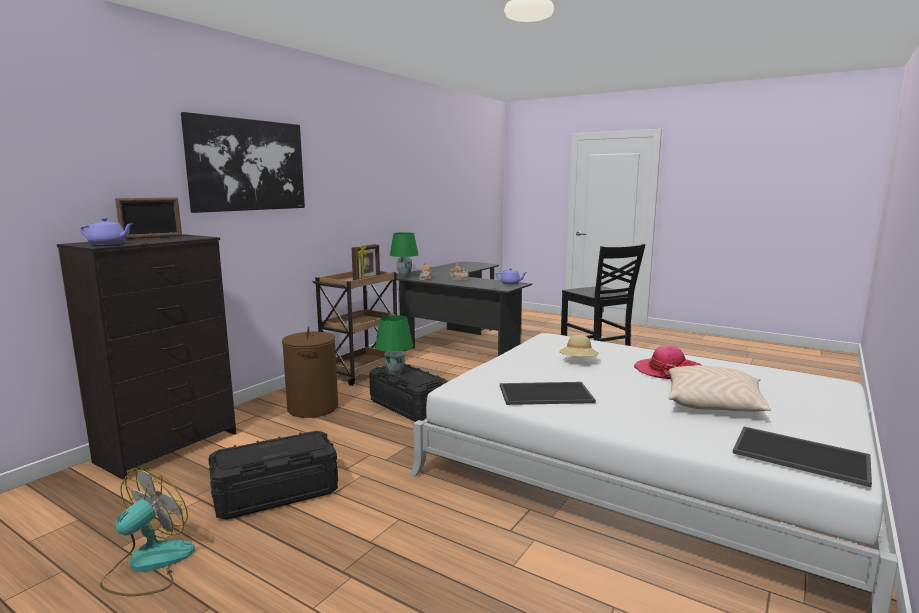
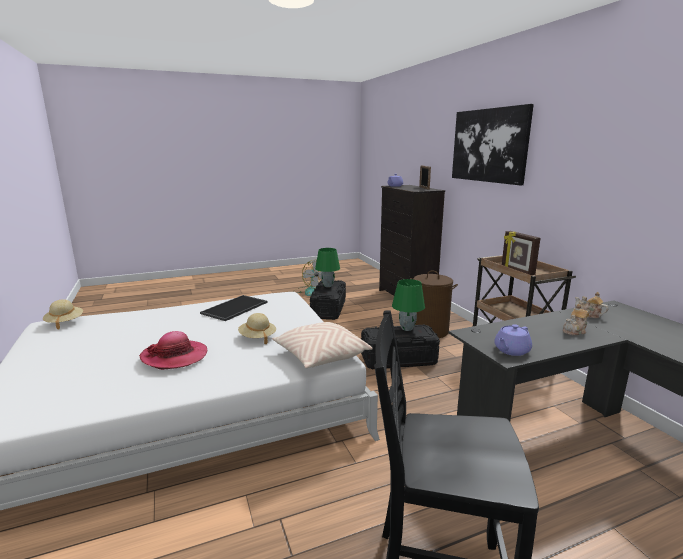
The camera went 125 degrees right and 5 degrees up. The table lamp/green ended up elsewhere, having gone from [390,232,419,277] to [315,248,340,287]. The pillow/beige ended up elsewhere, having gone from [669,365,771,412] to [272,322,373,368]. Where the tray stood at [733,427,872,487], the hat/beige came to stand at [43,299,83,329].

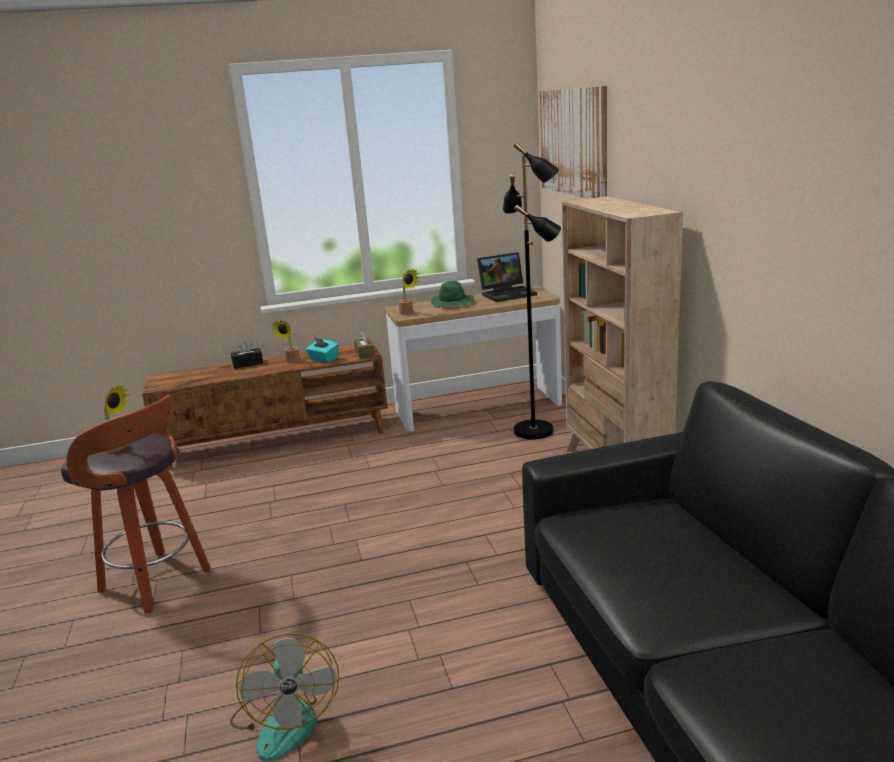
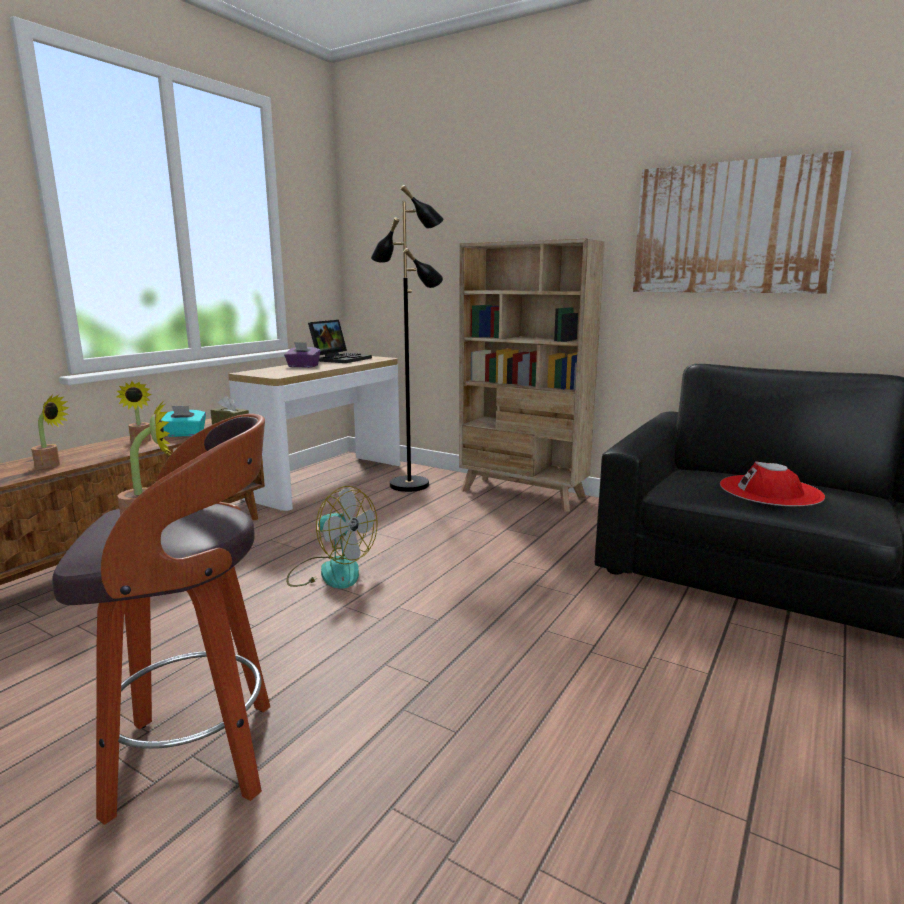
The camera went 45 degrees left and 5 degrees down. The second view lost the tissue box/black at [231,341,263,369]. The second view gained the hat/red at [720,461,825,506]. The fan ended up elsewhere, having gone from [230,633,339,761] to [286,486,377,589]. The potted plant ended up elsewhere, having gone from [398,269,420,315] to [31,395,70,469]. The picture ended up elsewhere, having gone from [539,86,607,198] to [633,150,852,294]. Where the hat/green stood at [431,281,474,308], the tissue box/purple came to stand at [284,342,320,368].

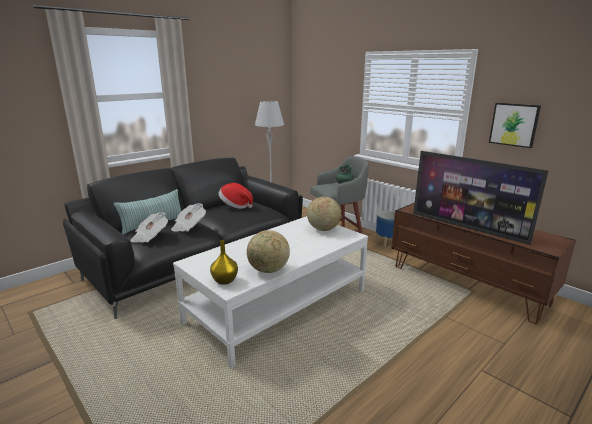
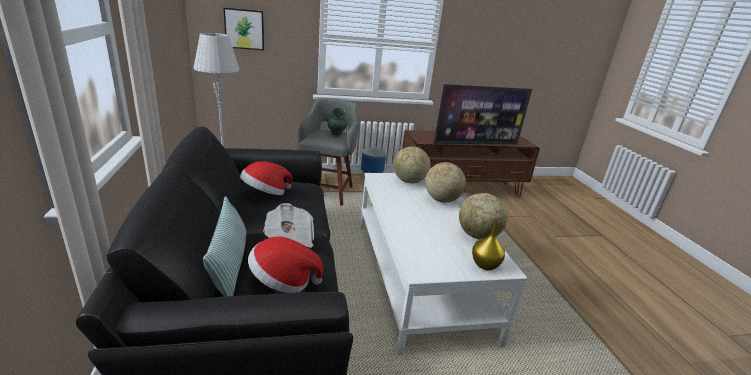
The camera went 60 degrees left and 5 degrees up. The second view gained the globe at [425,162,466,203]. The picture ended up elsewhere, having gone from [489,103,541,148] to [223,8,264,50]. Where the newspaper stood at [130,212,168,243], the hat came to stand at [248,236,323,293].

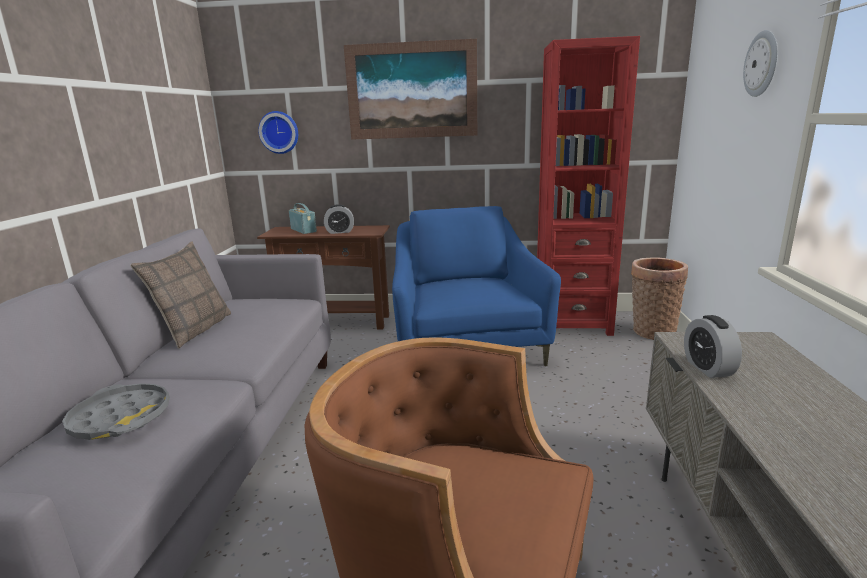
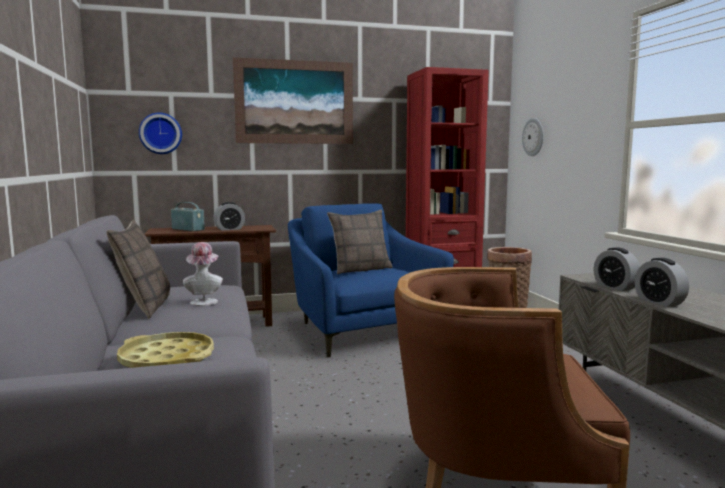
The camera went 20 degrees left and 10 degrees down. The second view gained the hat at [183,242,223,306]. The second view gained the pillow at [327,210,393,274]. The second view gained the alarm clock at [635,258,689,307]. The wall clock ended up elsewhere, having gone from [743,30,778,97] to [522,118,544,156]. What was the tray/grey at [62,383,170,440] turned into the tray/yellow at [117,332,214,368].

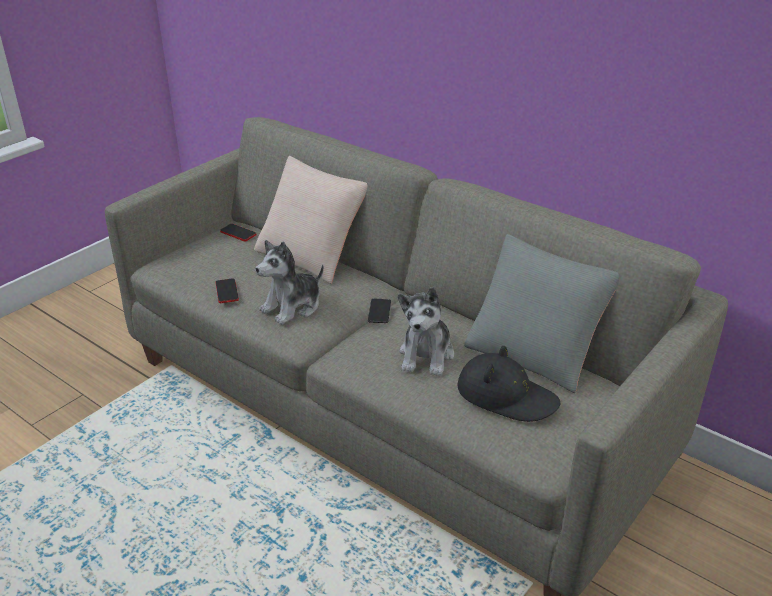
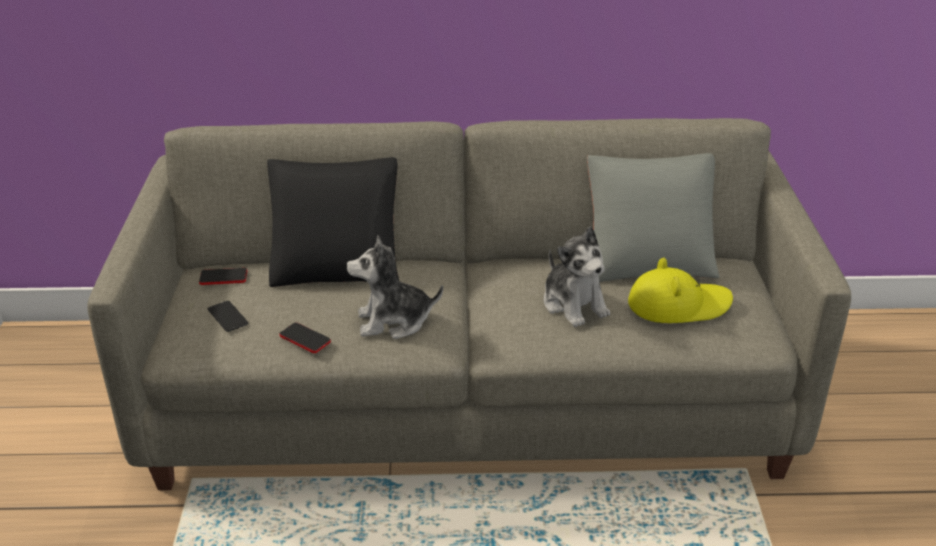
The camera went 40 degrees left and 0 degrees up. The phone ended up elsewhere, having gone from [368,299,391,323] to [208,301,248,332]. What was the pillow/beige at [254,156,368,284] turned into the pillow/black at [267,157,399,287]. What was the hat/black at [457,346,560,422] turned into the hat/yellow at [628,258,733,323]. The plush toy at [255,240,324,325] ended up facing another way, 75 degrees clockwise from before.

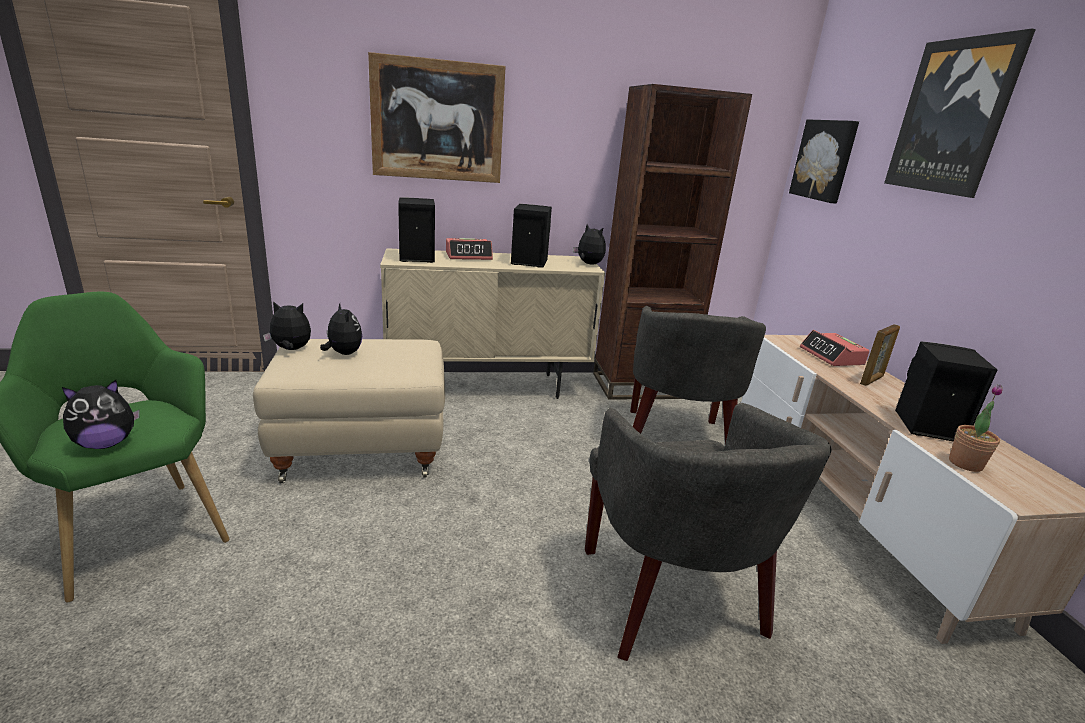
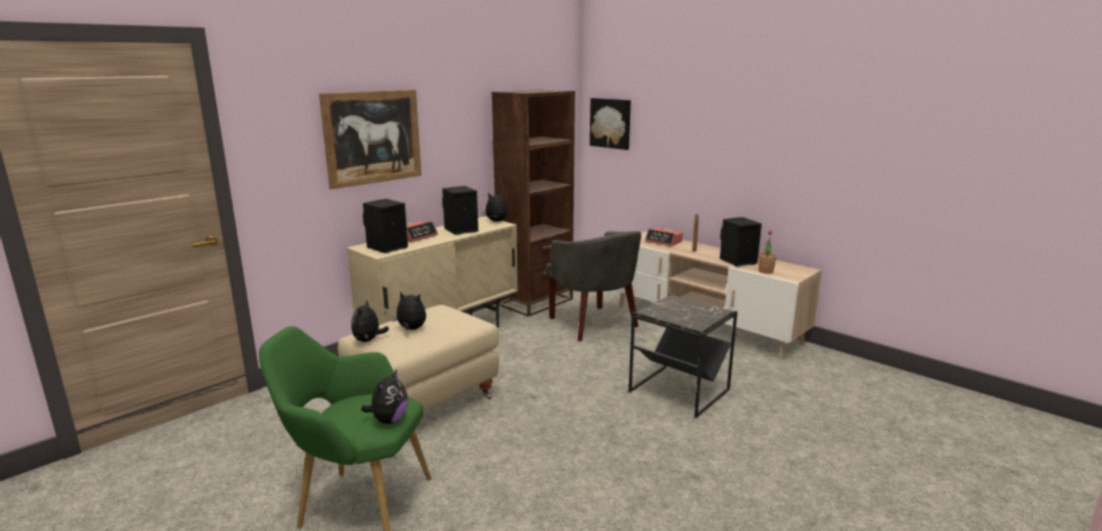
The camera went 35 degrees left and 5 degrees down. The second view lost the picture at [884,29,1036,198]. Where the armchair/grey stood at [585,403,831,661], the side table/black came to stand at [629,294,738,418]. The plush toy at [263,301,311,350] ended up facing another way, 45 degrees counterclockwise from before.

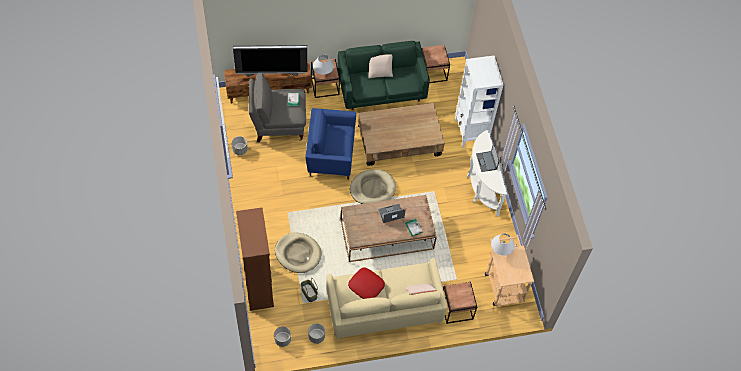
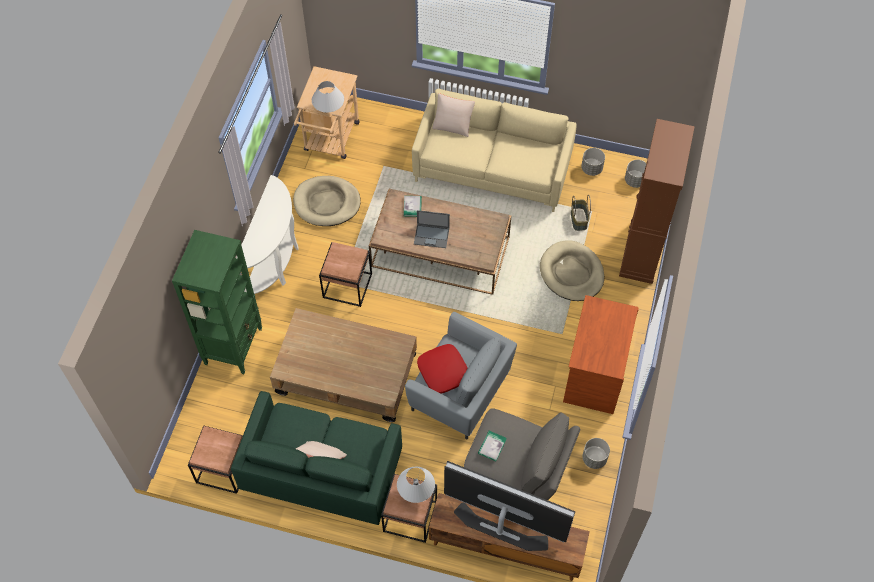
The camera went 150 degrees left and 0 degrees up. The second view lost the laptop at [476,142,500,172]. The second view gained the desk/brown at [563,295,639,414]. The pillow/red ended up elsewhere, having gone from [348,268,385,299] to [417,344,468,394]. The dog bed/beige ended up elsewhere, having gone from [350,169,396,204] to [293,176,361,226]. The side table/brown ended up elsewhere, having gone from [443,282,477,324] to [319,242,372,307]. What was the armchair/blue at [306,108,356,180] turned into the armchair/grey at [405,312,517,439]. What was the bookcase/white at [455,56,503,147] turned into the bookcase/green at [172,230,262,374].

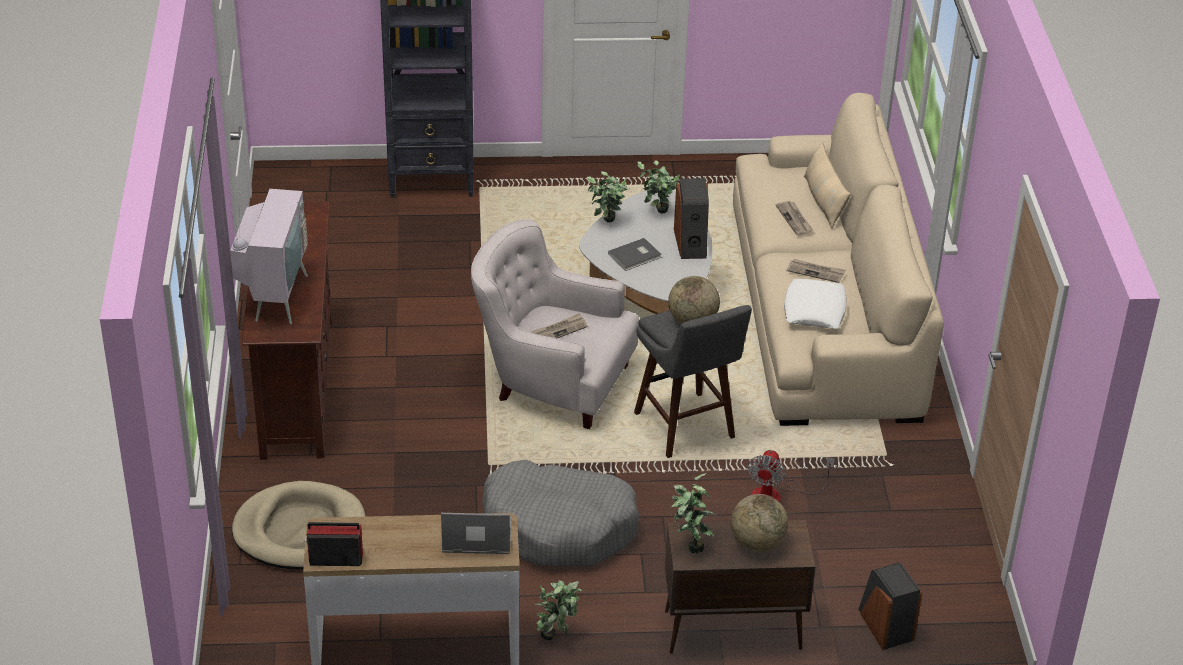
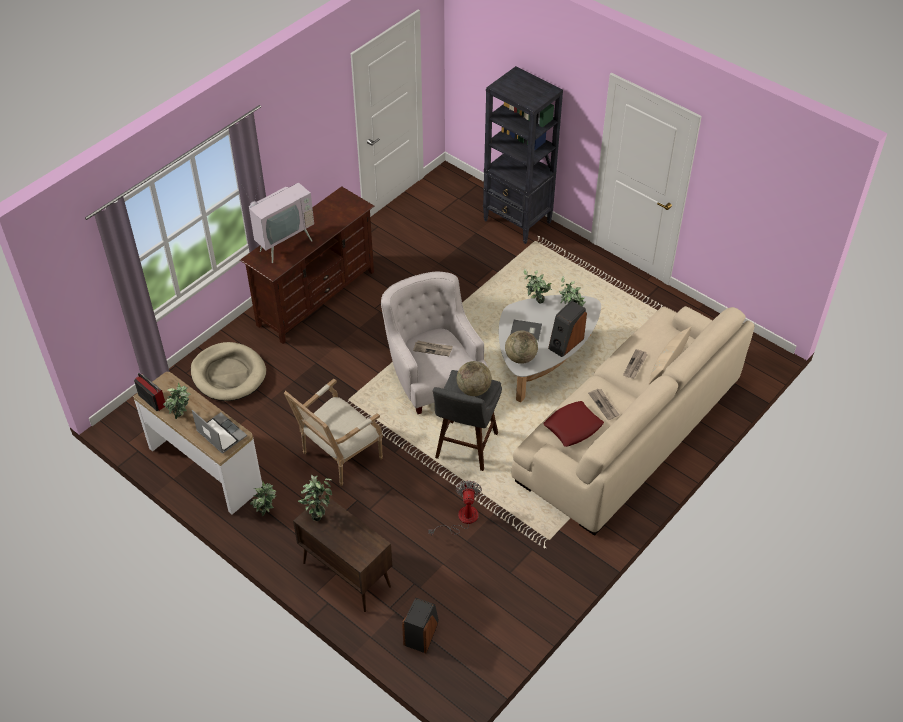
The camera went 45 degrees right and 10 degrees up. The second view gained the potted plant at [163,383,190,419]. The globe ended up elsewhere, having gone from [731,494,788,552] to [505,331,538,364]. Where the dog bed/grey stood at [482,460,640,566], the armchair came to stand at [284,379,383,486]. What was the pillow/white at [784,279,847,329] turned into the pillow/red at [543,401,604,447]. The fan at [747,450,835,502] ended up facing another way, 120 degrees clockwise from before.

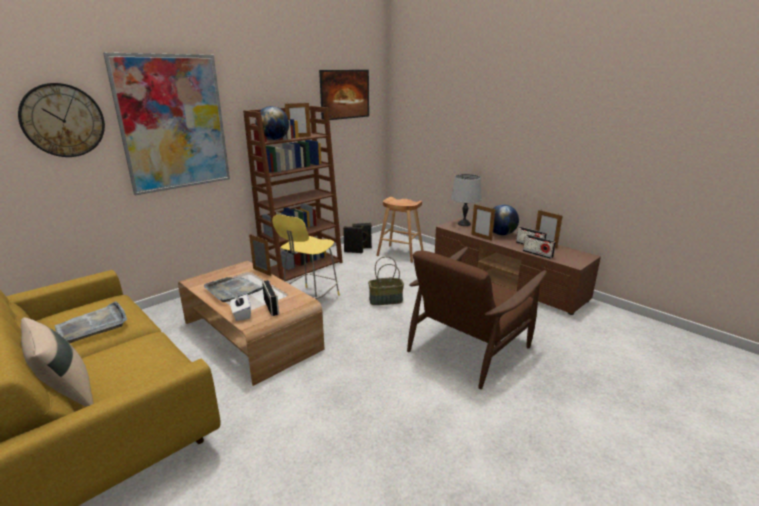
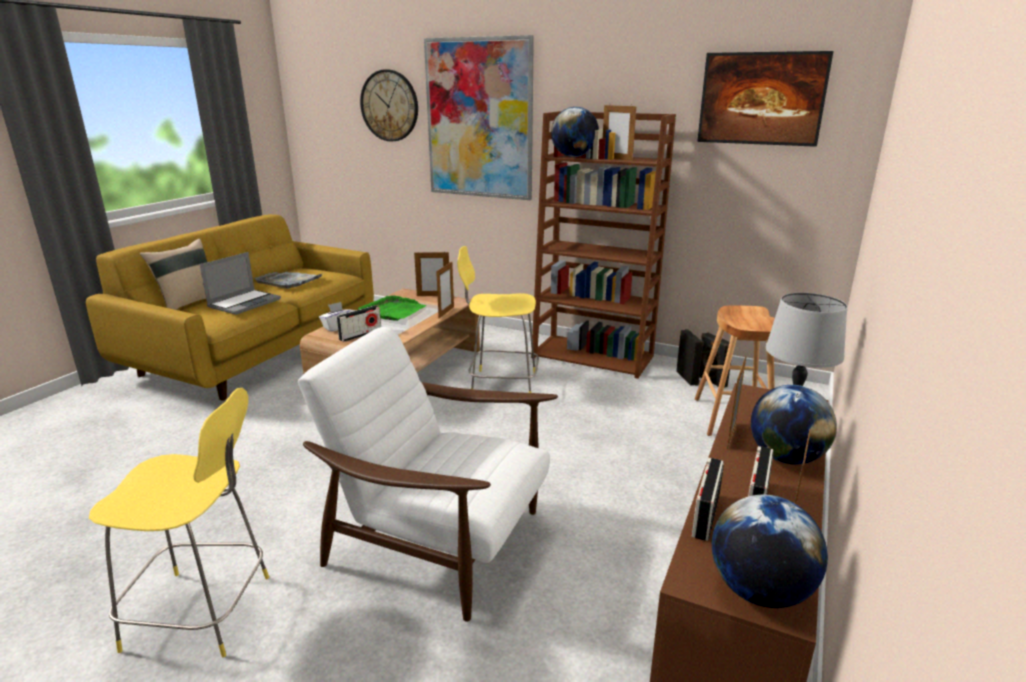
The camera went 70 degrees right and 0 degrees up. The second view lost the basket at [368,256,404,305]. The second view gained the stool/yellow at [89,388,269,657]. The second view gained the laptop at [200,252,281,315]. The second view gained the picture frame at [414,251,449,296]. The second view gained the globe at [712,495,828,608]. What was the tray/grey at [204,276,263,302] turned into the tray/green at [358,295,426,321]. What was the armchair/brown at [407,247,547,389] turned into the armchair/white at [298,327,558,622].

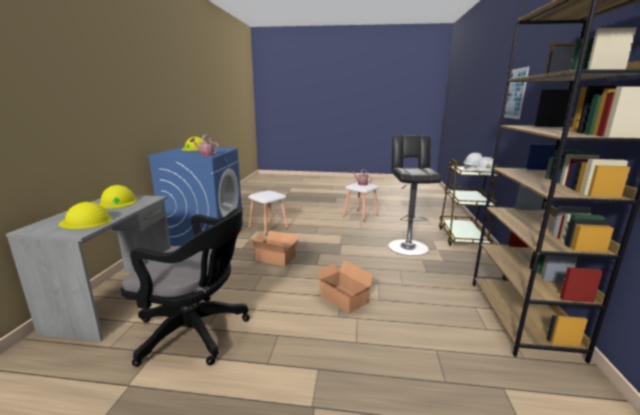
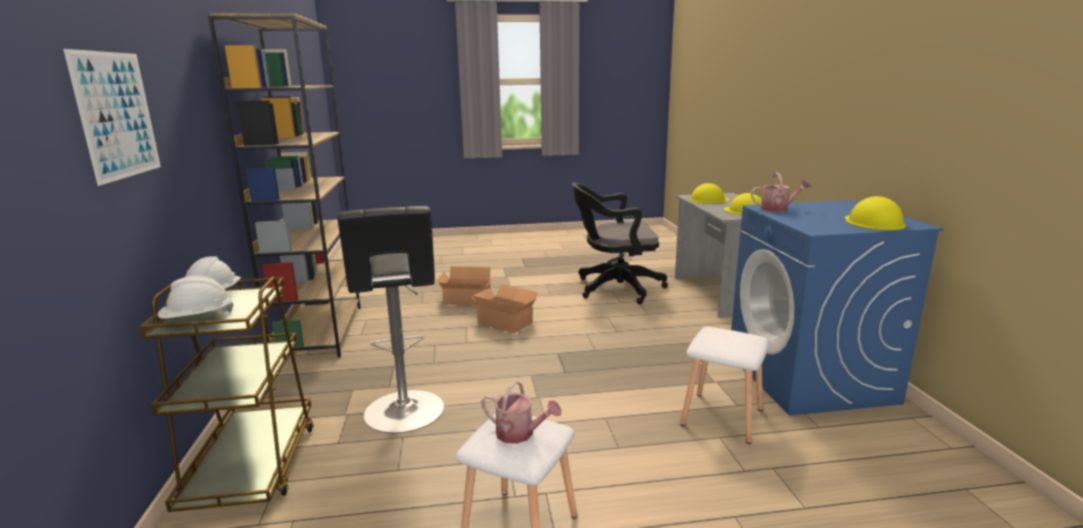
The camera went 165 degrees right and 0 degrees up. The cardboard box ended up elsewhere, having gone from [250,231,298,267] to [437,266,496,306].

